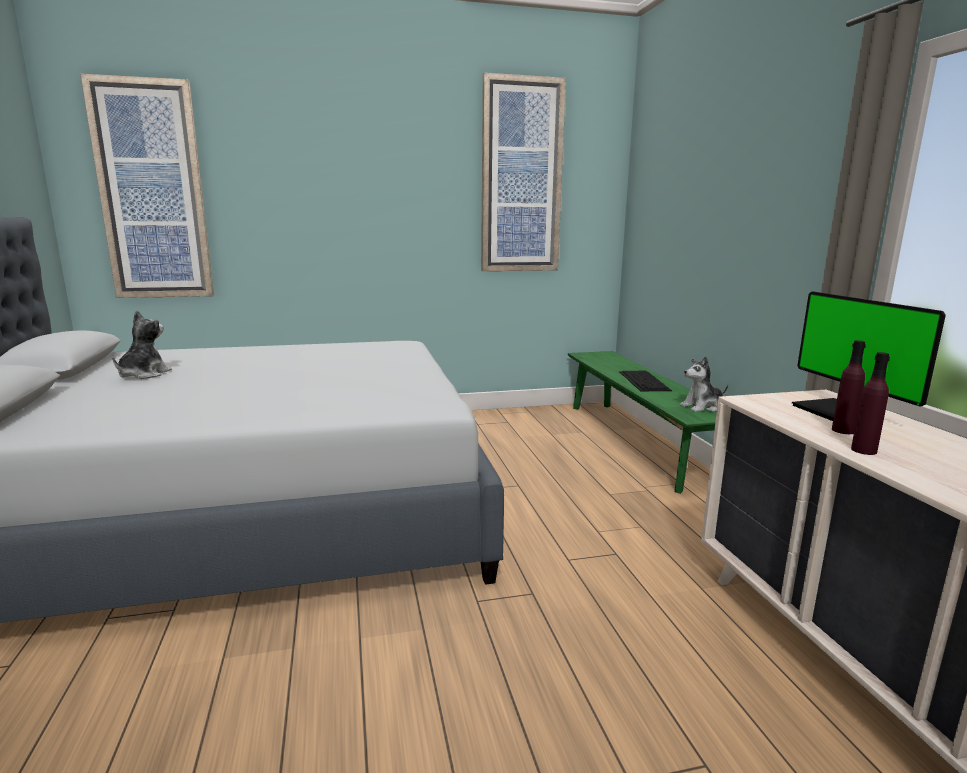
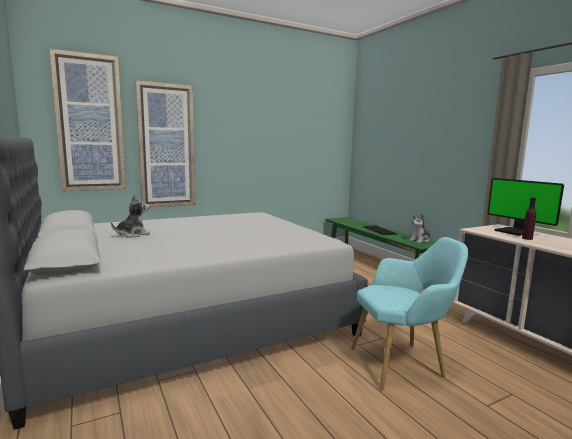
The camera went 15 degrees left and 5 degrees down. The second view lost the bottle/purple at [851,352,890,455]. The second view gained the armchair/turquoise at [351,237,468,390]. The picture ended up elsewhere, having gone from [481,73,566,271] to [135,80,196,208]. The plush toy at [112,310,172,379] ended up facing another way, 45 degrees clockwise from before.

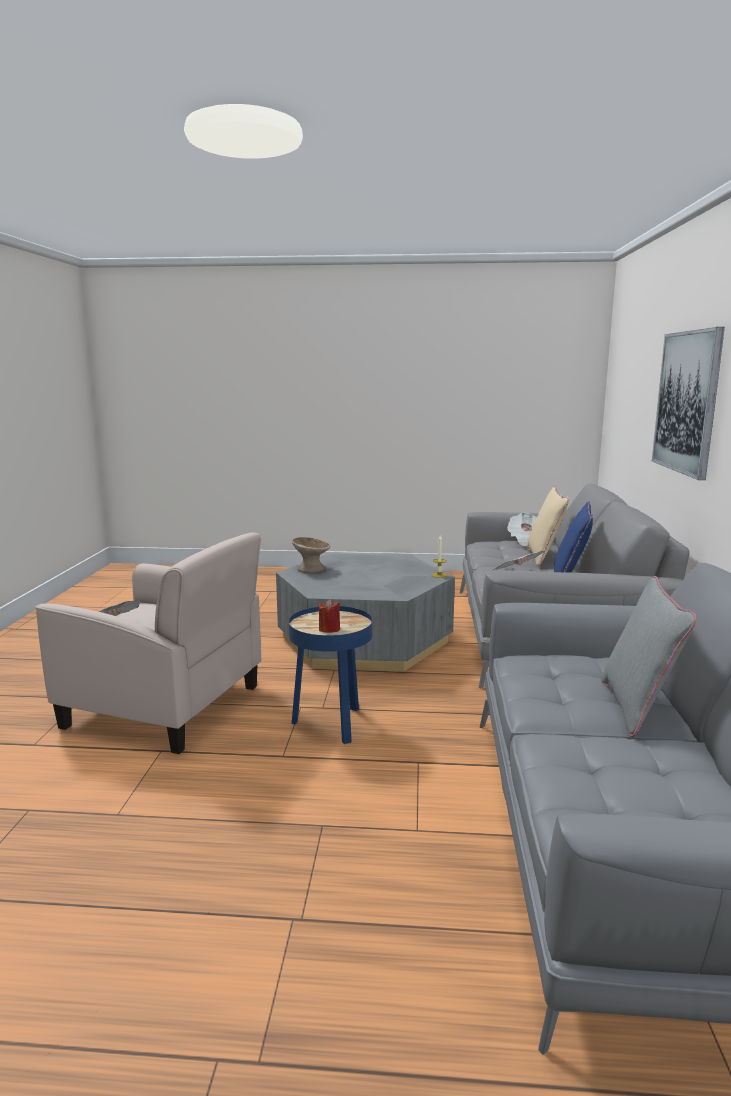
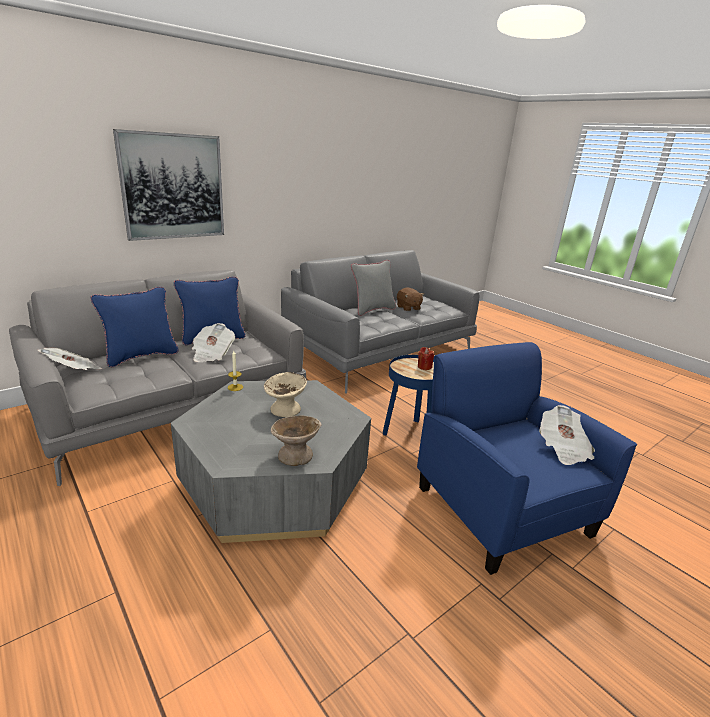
The camera went 135 degrees left and 10 degrees up. The second view gained the bowl/beige at [264,372,307,417]. The second view gained the plush toy/brown at [397,287,424,311]. What was the armchair/beige at [35,533,261,754] turned into the armchair/blue at [417,342,637,575]. What was the pillow/beige at [526,486,569,567] turned into the pillow/blue at [90,287,179,367].

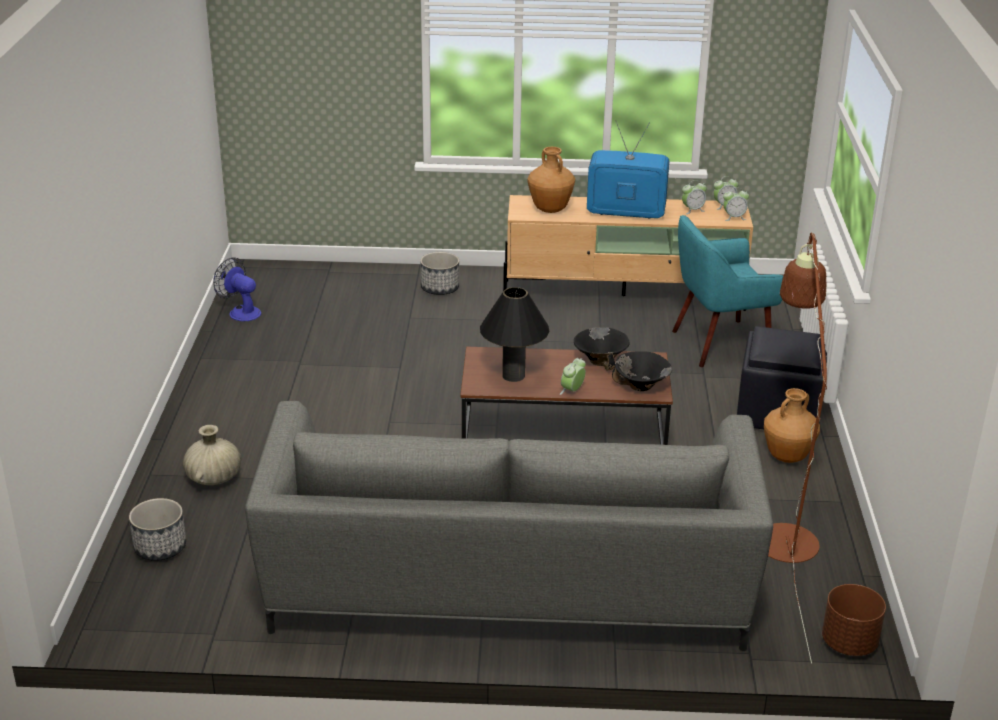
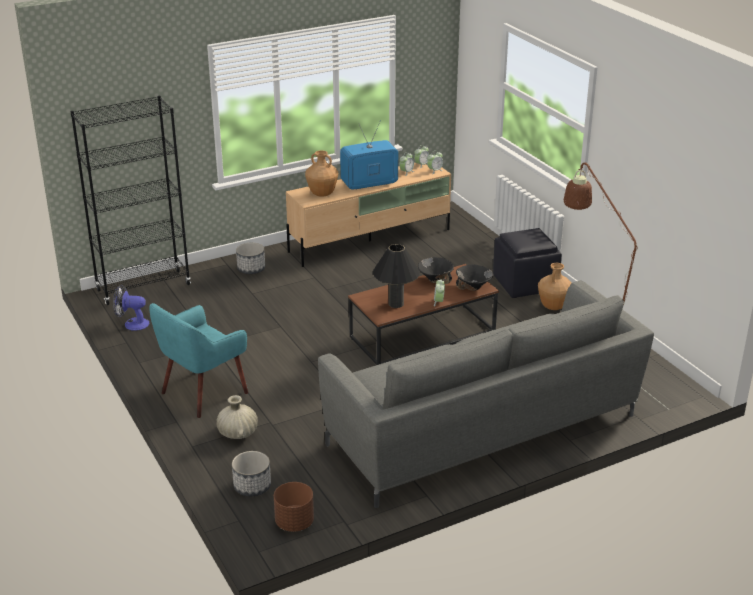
The camera went 30 degrees left and 0 degrees up. The second view gained the bookcase/black at [70,96,191,305]. The armchair/turquoise ended up elsewhere, having gone from [672,215,783,367] to [149,303,248,418]. The planter/brown ended up elsewhere, having gone from [822,584,886,656] to [274,482,314,532].

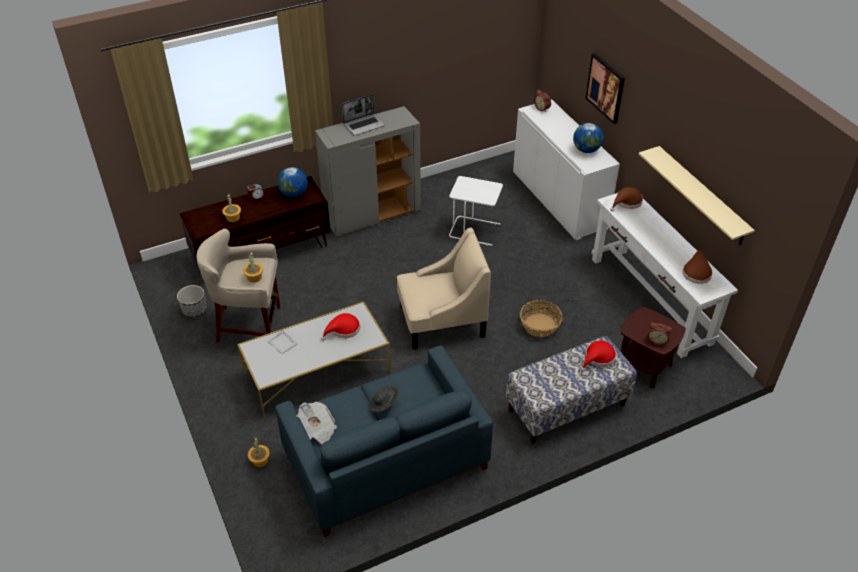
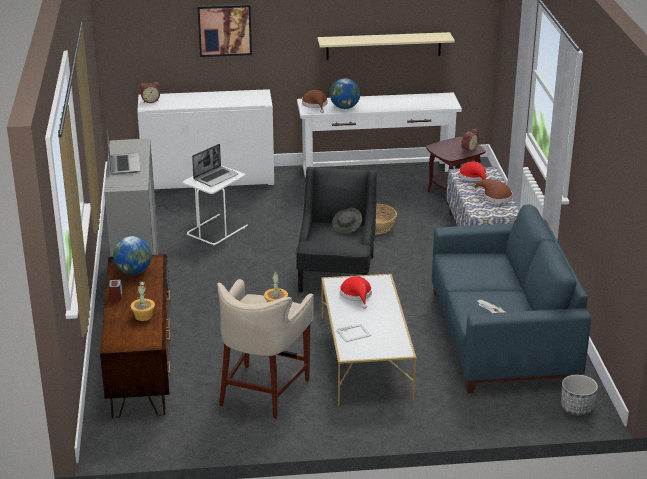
The camera went 70 degrees left and 15 degrees down. The second view lost the potted plant at [248,437,270,467]. The second view gained the laptop at [192,144,238,187]. The planter ended up elsewhere, having gone from [177,285,207,317] to [561,375,598,416]. The hat/grey ended up elsewhere, having gone from [369,386,399,412] to [332,208,362,234]. The globe ended up elsewhere, having gone from [573,123,604,153] to [330,78,360,109]. The hat/brown ended up elsewhere, having gone from [682,251,713,284] to [473,179,512,203]. What was the armchair/beige at [397,228,491,350] turned into the armchair/black at [296,167,377,292].

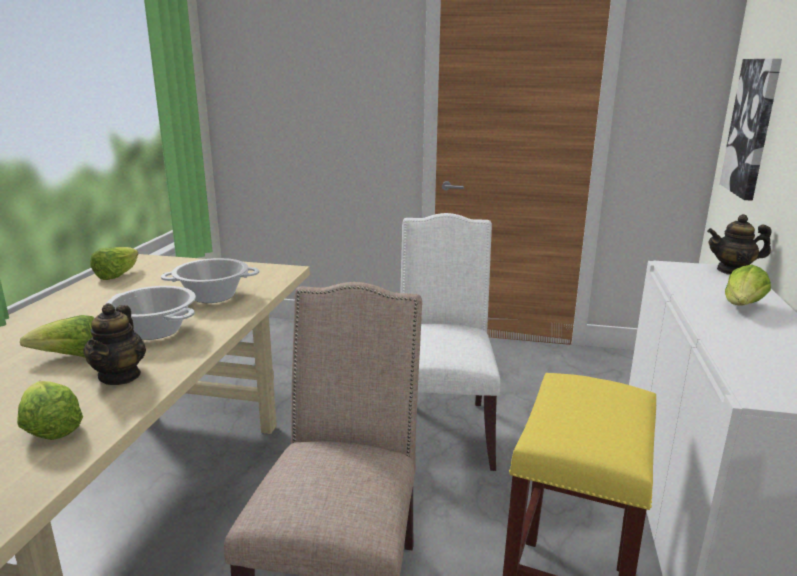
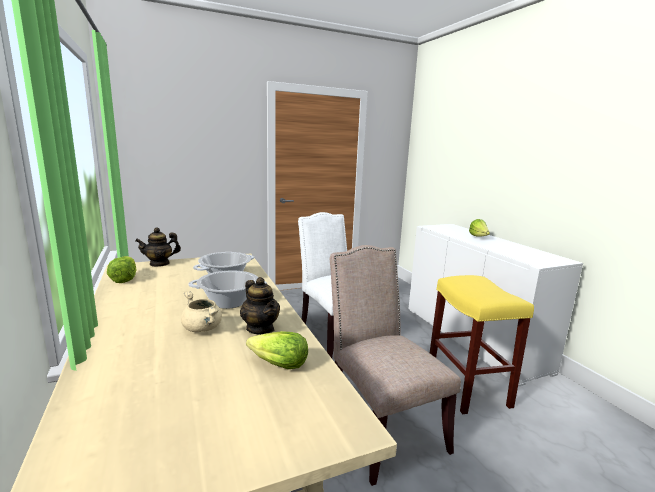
The camera went 35 degrees left and 5 degrees down. The second view lost the picture at [720,59,782,201]. The teapot ended up elsewhere, having gone from [707,214,772,275] to [135,228,181,267]. Where the lettuce stood at [20,315,94,358], the cooking pot/beige came to stand at [181,291,222,332].

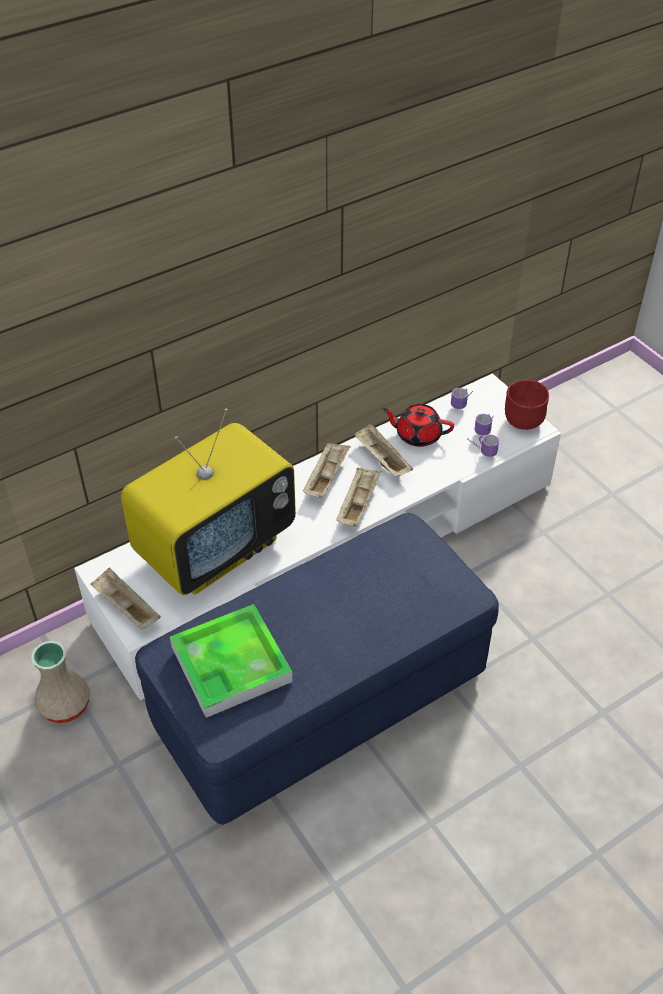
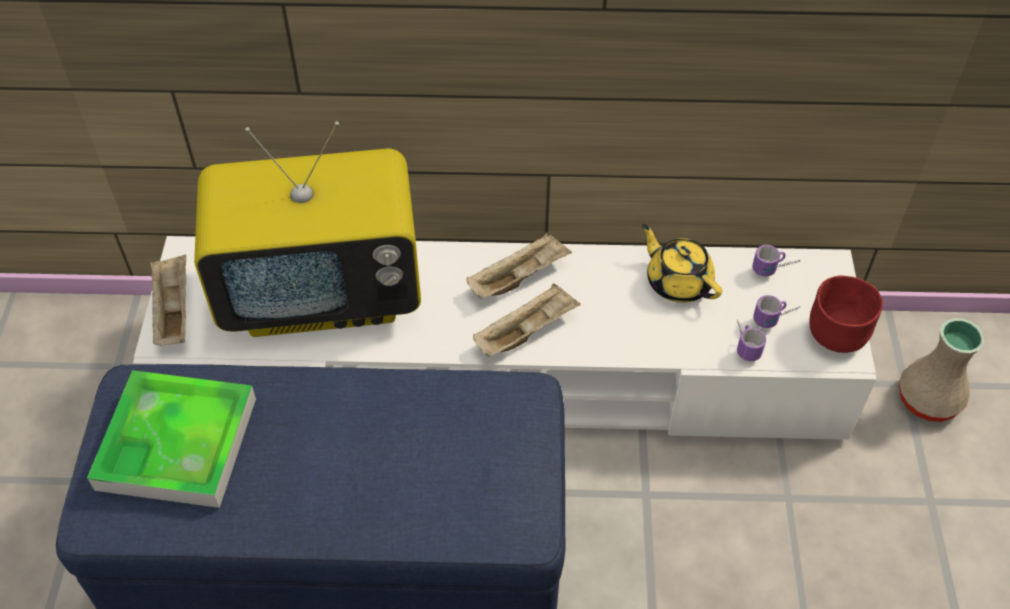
The camera went 35 degrees right and 5 degrees up. The second view lost the tray/beige at [354,423,413,476]. The vase/beige ended up elsewhere, having gone from [31,641,89,723] to [899,318,985,422]. What was the teapot/red at [382,404,454,447] turned into the teapot/yellow at [642,224,722,303].

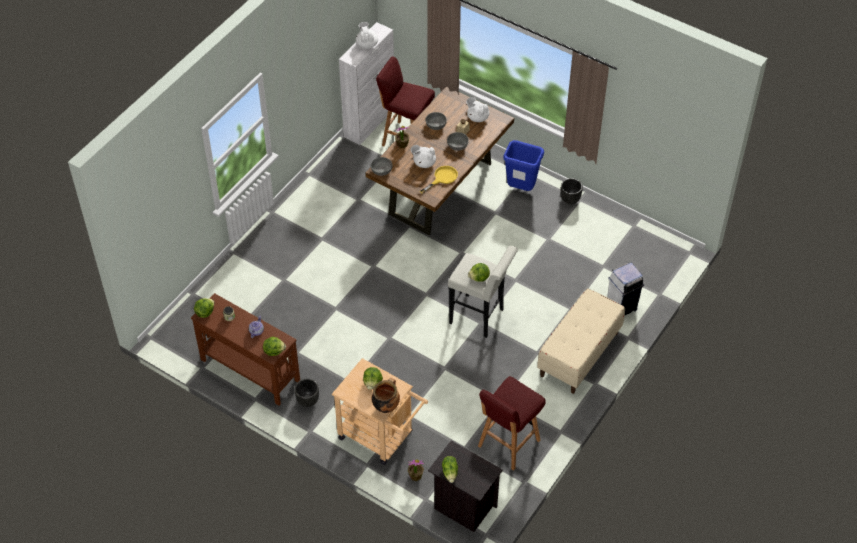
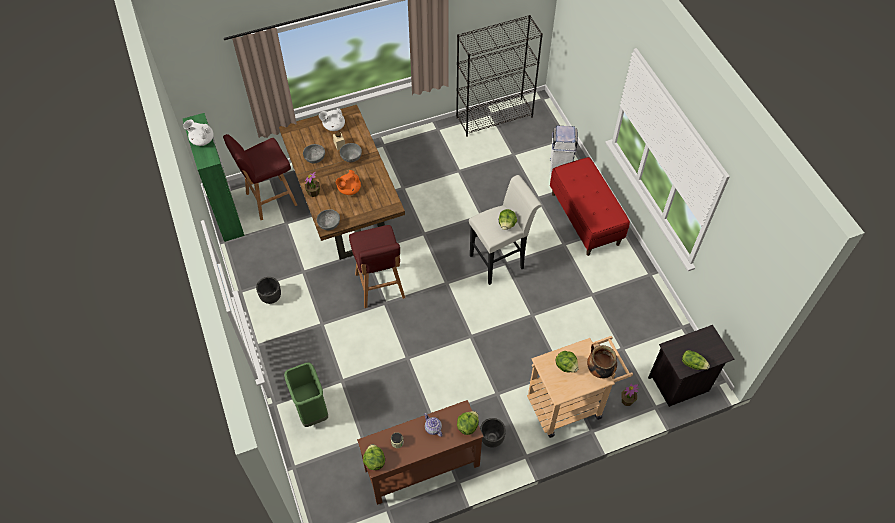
The camera went 55 degrees left and 5 degrees up. The second view lost the frying pan/yellow at [420,166,458,194]. The second view lost the trash can/blue at [503,140,544,191]. The second view gained the trash can/green at [284,363,328,427]. The second view gained the bookcase/black at [456,15,543,137]. The stool/red ended up elsewhere, having gone from [478,376,546,471] to [349,225,405,308]. The planter/black ended up elsewhere, having gone from [561,178,583,204] to [256,277,281,304]. What was the cabinet/white at [339,22,394,145] turned into the cabinet/green at [183,113,245,242]. What was the teapot/white at [411,145,436,168] turned into the teapot/orange at [336,170,361,195]. What was the bench/beige at [537,288,625,394] turned into the bench/red at [550,157,630,256].

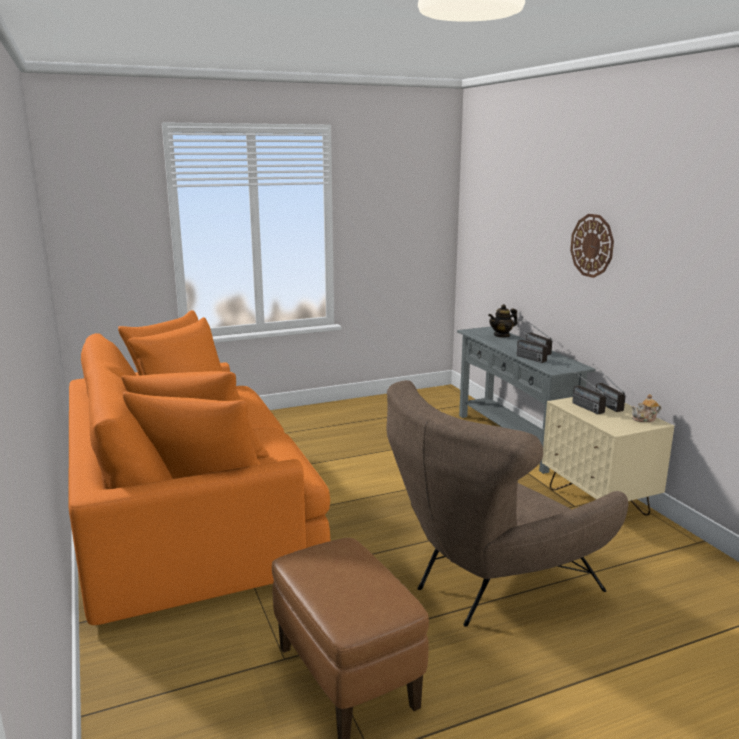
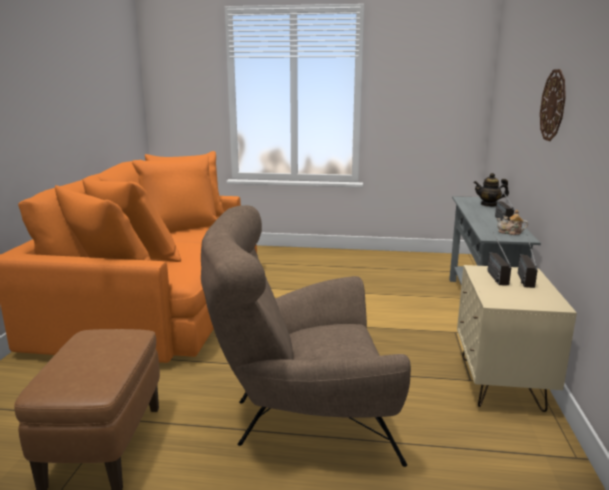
The camera went 30 degrees right and 0 degrees up. The second view lost the radio at [509,324,548,363]. The teapot ended up elsewhere, having gone from [631,394,661,422] to [496,210,528,235].

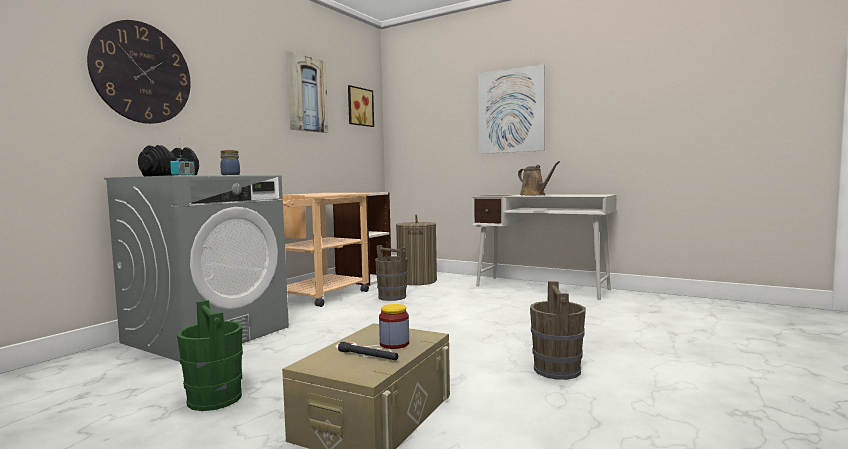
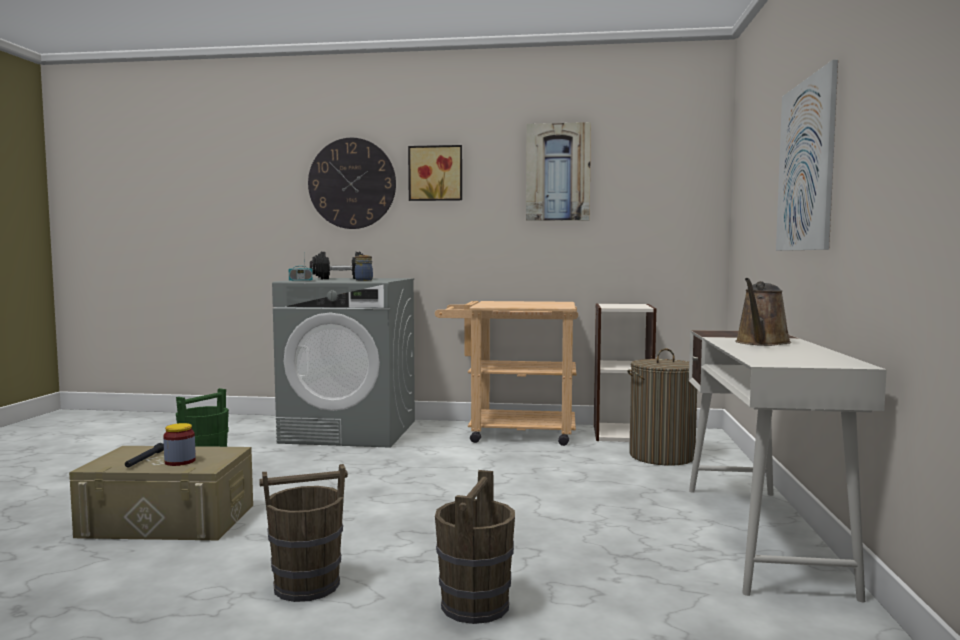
The camera went 65 degrees right and 0 degrees up. The picture ended up elsewhere, having gone from [348,85,374,127] to [408,145,462,201]. The bucket/brown ended up elsewhere, having gone from [375,245,408,301] to [435,470,515,624].

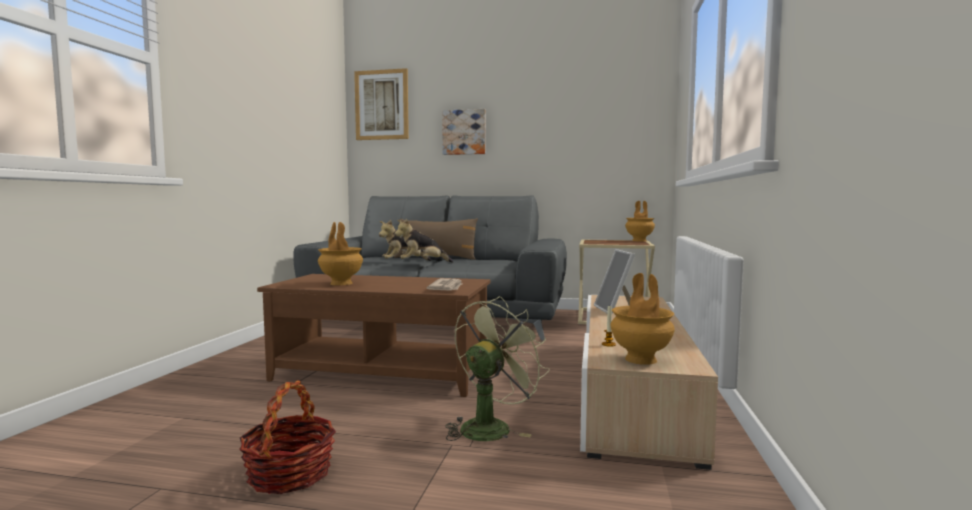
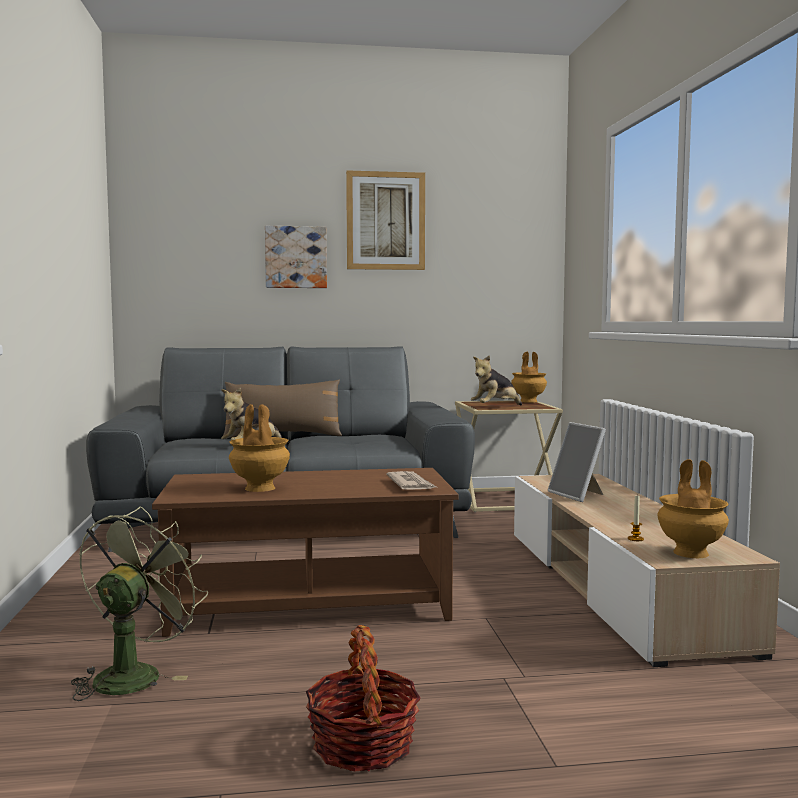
The camera went 20 degrees left and 0 degrees up. The picture ended up elsewhere, having gone from [354,68,409,140] to [346,170,425,270]. The plush toy ended up elsewhere, having gone from [395,219,453,263] to [471,355,522,406]. The fan/green ended up elsewhere, having gone from [445,296,550,441] to [71,506,208,701].

